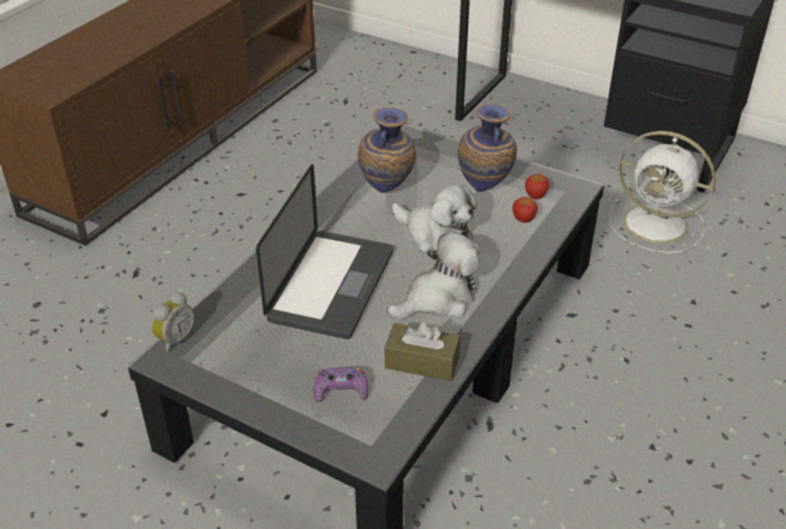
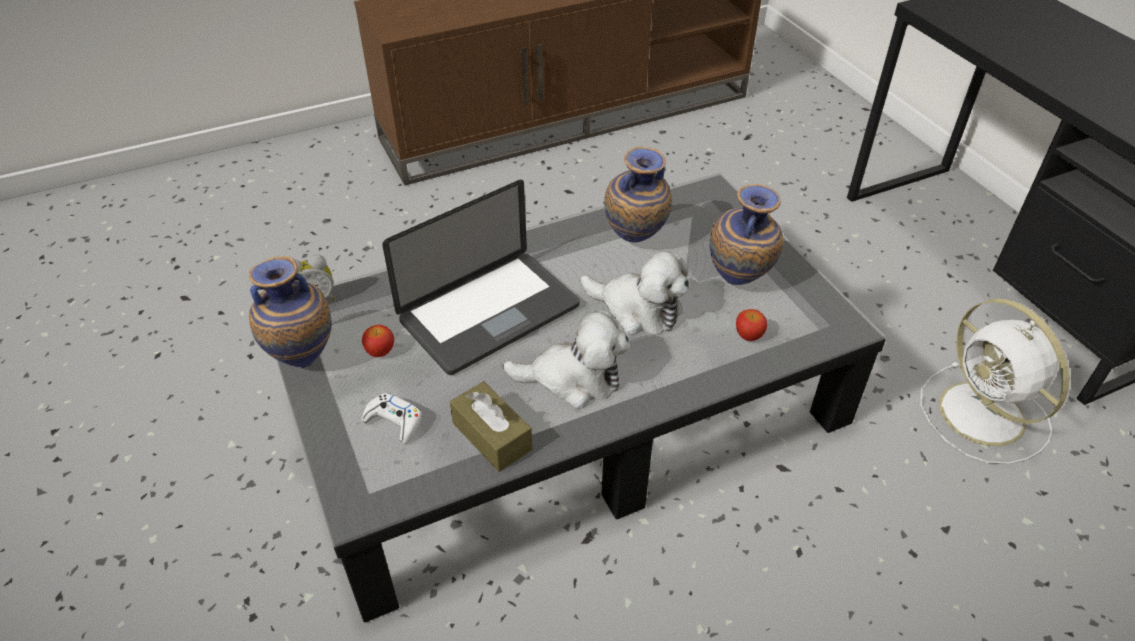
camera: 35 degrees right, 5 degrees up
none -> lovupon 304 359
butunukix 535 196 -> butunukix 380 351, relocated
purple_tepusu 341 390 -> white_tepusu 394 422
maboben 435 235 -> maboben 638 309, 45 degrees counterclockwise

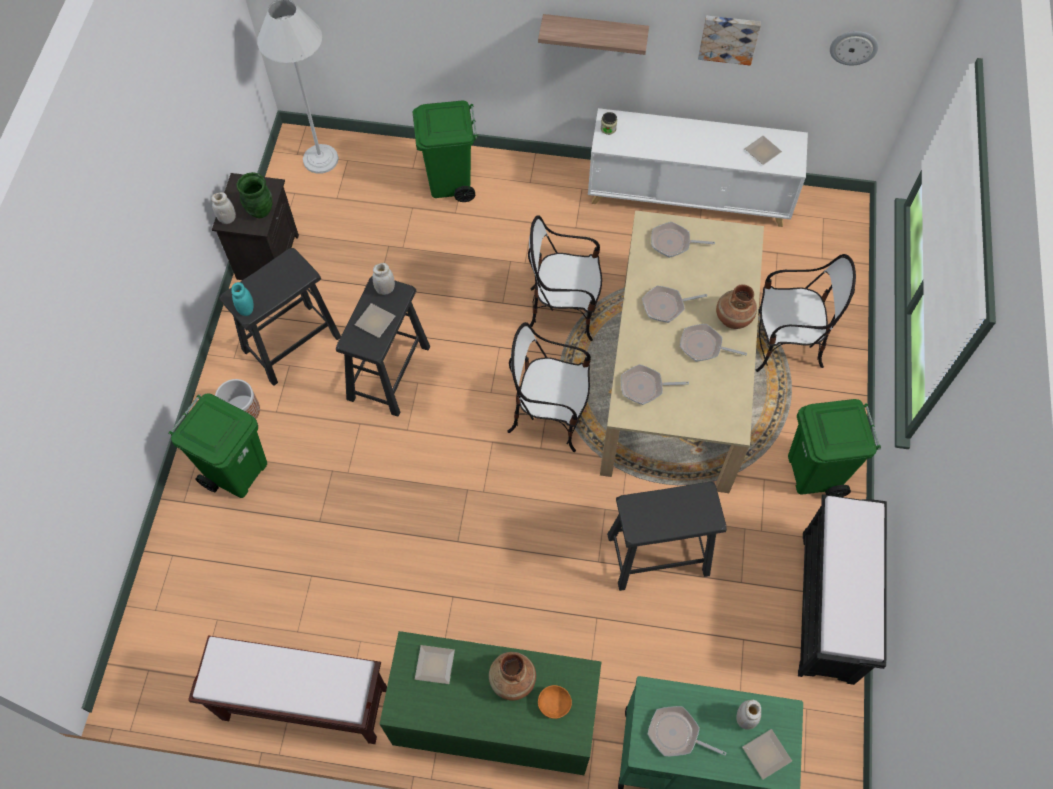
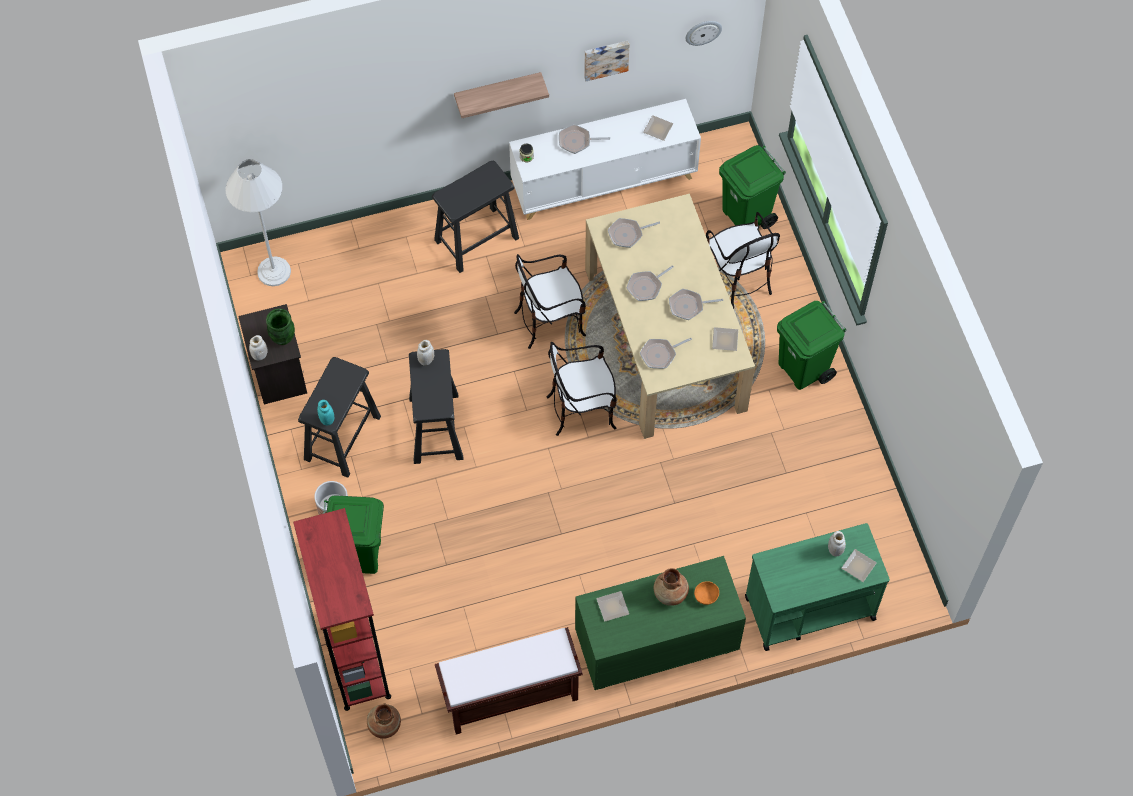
camera: 25 degrees left, 0 degrees up
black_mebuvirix 828 607 -> none
none -> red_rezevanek 355 655
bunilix 376 321 -> bunilix 726 339, relocated
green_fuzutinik 450 183 -> green_fuzutinik 747 216, relocated
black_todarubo 658 554 -> black_todarubo 477 239, relocated
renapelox 677 734 -> renapelox 577 141, relocated
brown_lovupon 733 317 -> brown_lovupon 384 726, relocated
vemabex 785 345 -> vemabex 738 277, 90 degrees clockwise

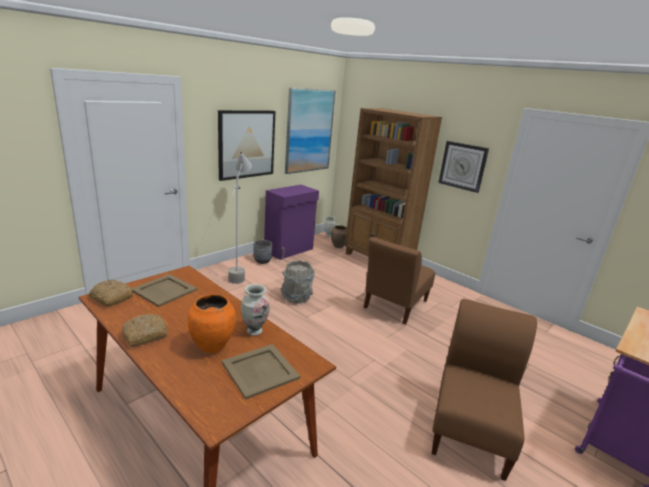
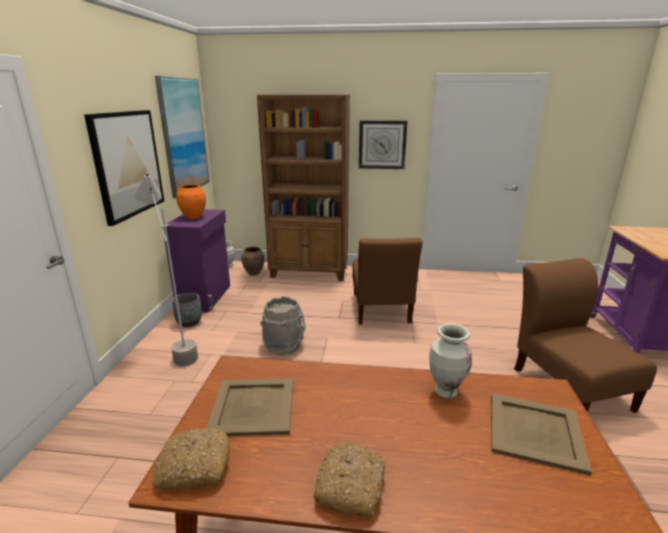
camera: 35 degrees left, 0 degrees up
orange_lovupon 211 346 -> orange_lovupon 193 217, relocated

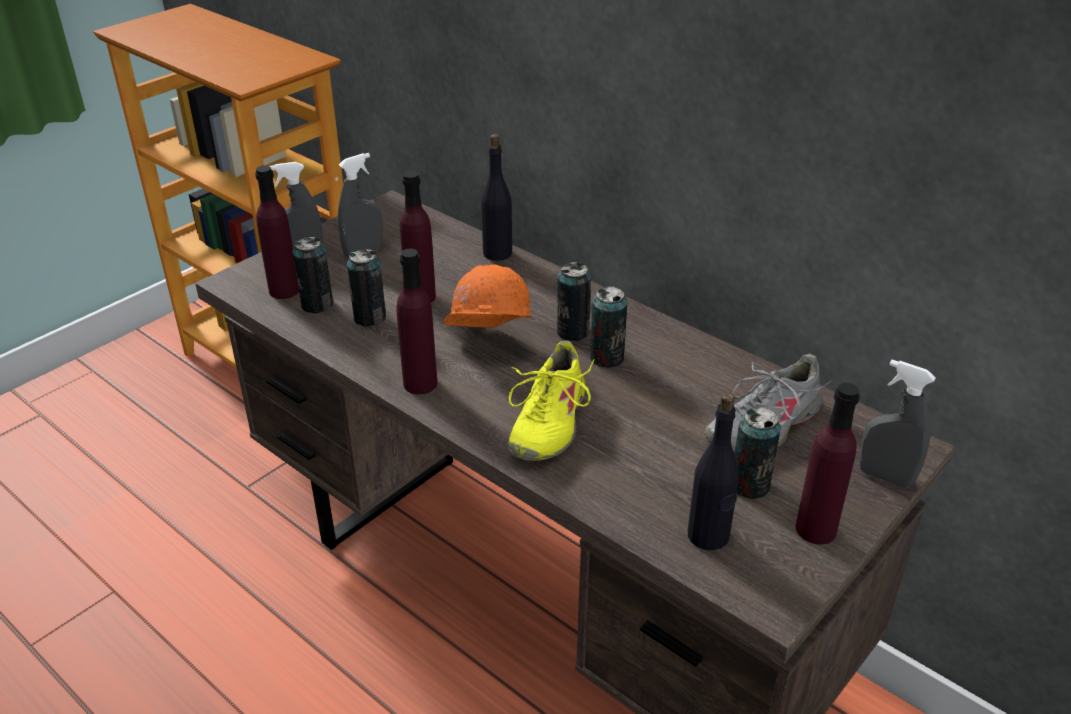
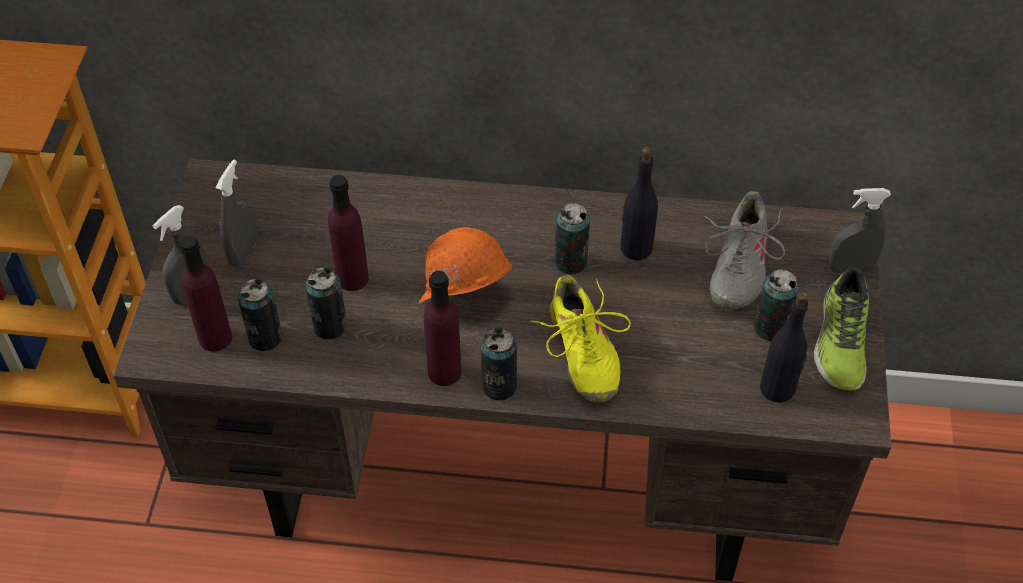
camera: 35 degrees left, 15 degrees up
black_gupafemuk 497 253 -> black_gupafemuk 635 248, relocated
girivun 573 332 -> girivun 499 386, relocated
purple_gupafemuk 815 529 -> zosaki 840 341

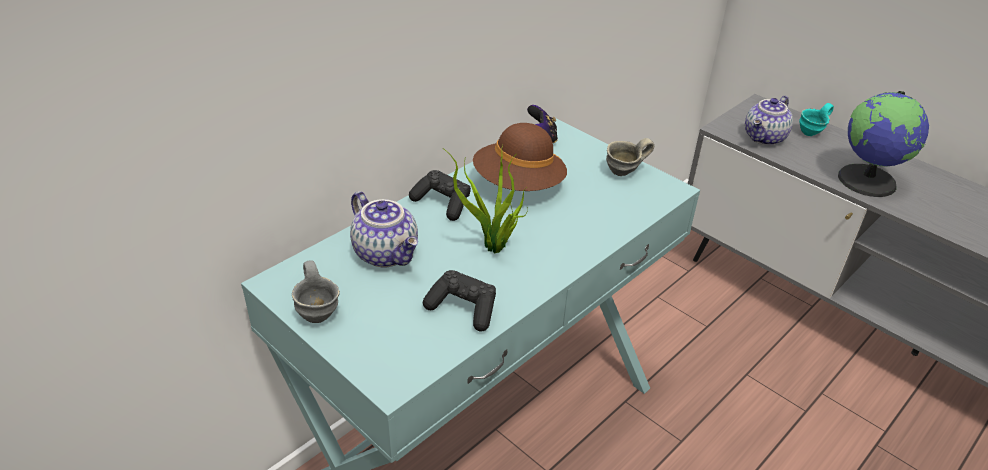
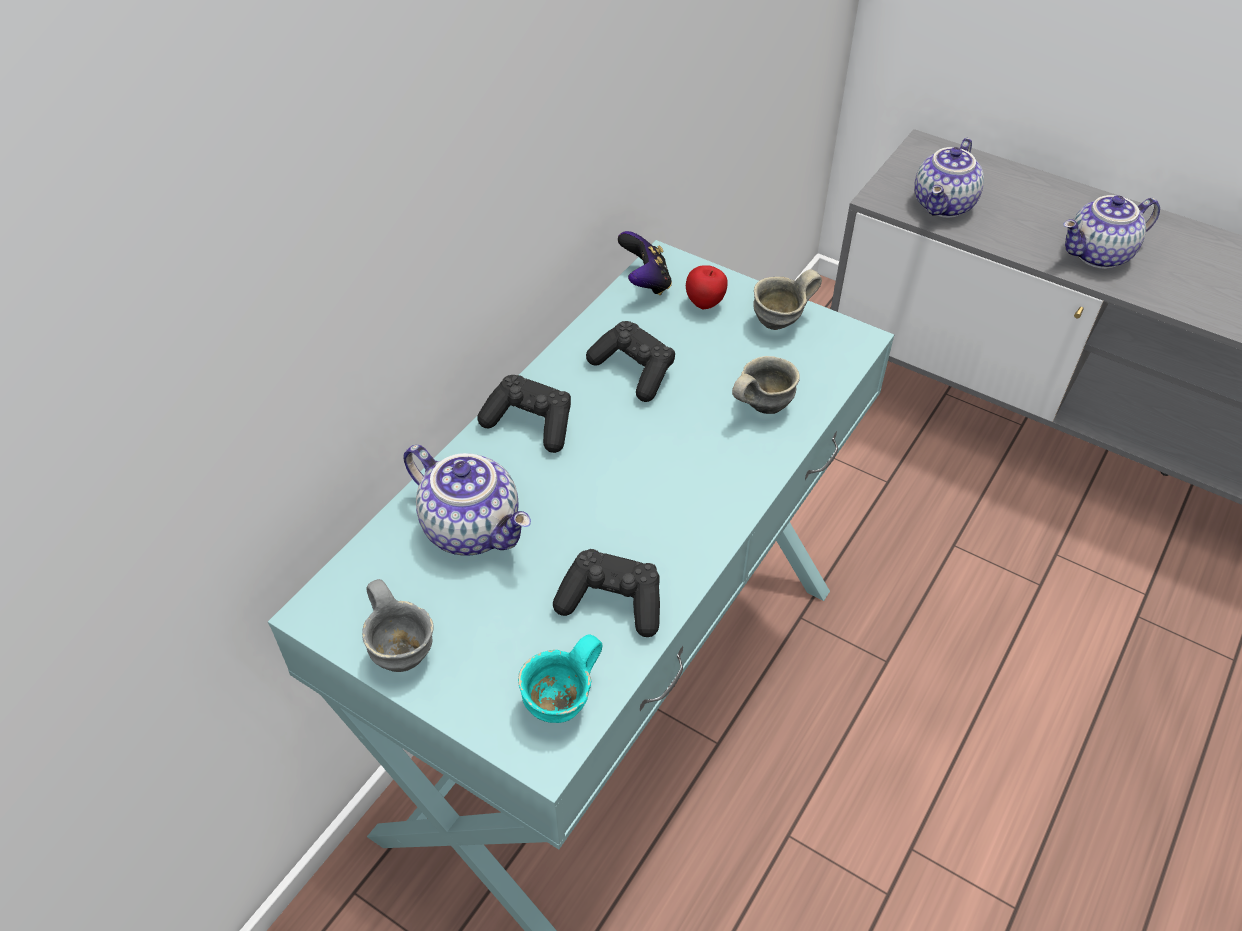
camera: 10 degrees left, 10 degrees up
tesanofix 493 248 -> none
none -> butunukix 705 304
none -> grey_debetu 760 406
turquoise_debetu 812 133 -> turquoise_debetu 564 704, relocated
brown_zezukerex 518 185 -> black_tepusu 634 371
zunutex 868 181 -> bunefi 1098 255

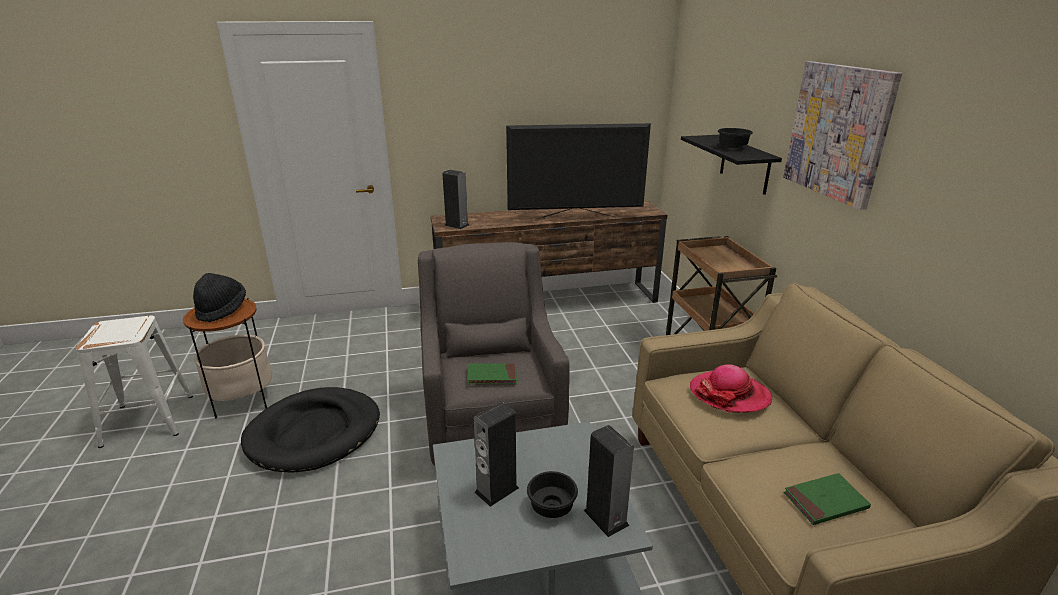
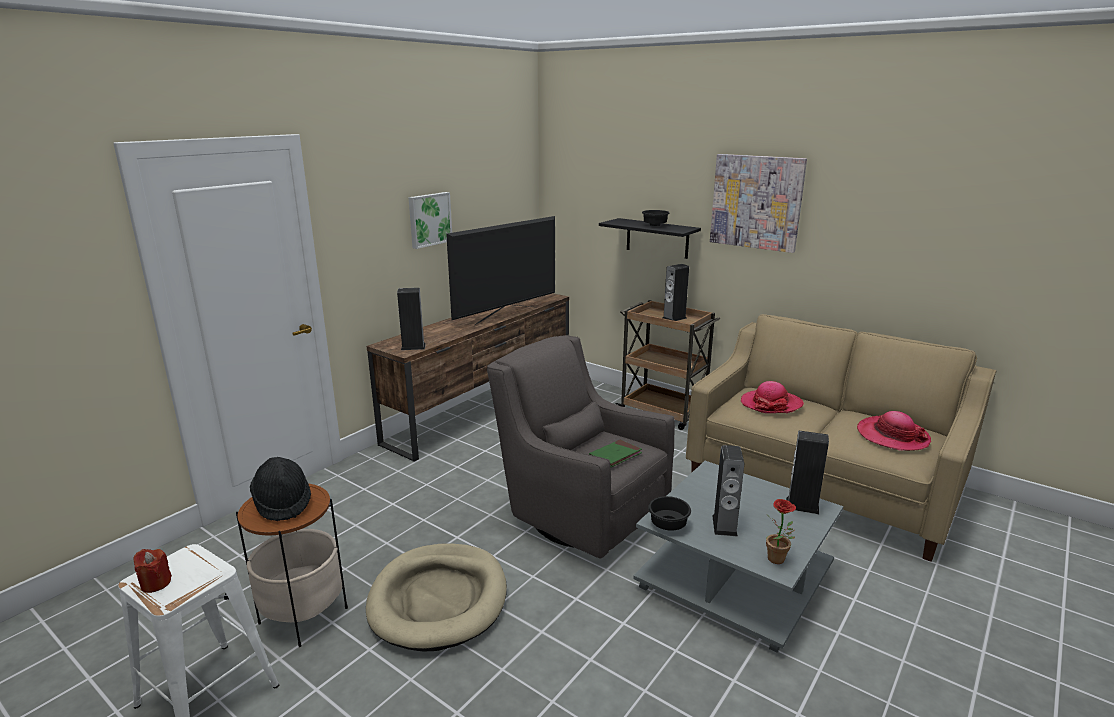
camera: 40 degrees left, 5 degrees down
none -> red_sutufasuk 156 583
none -> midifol 429 219
none -> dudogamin 674 318
none -> tesanofix 778 561
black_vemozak 553 508 -> black_vemozak 669 525, relocated
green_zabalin 825 501 -> zezukerex 892 436
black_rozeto 314 433 -> beige_rozeto 439 599

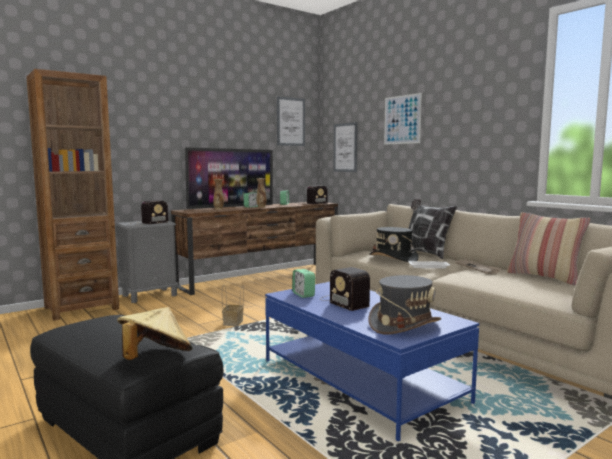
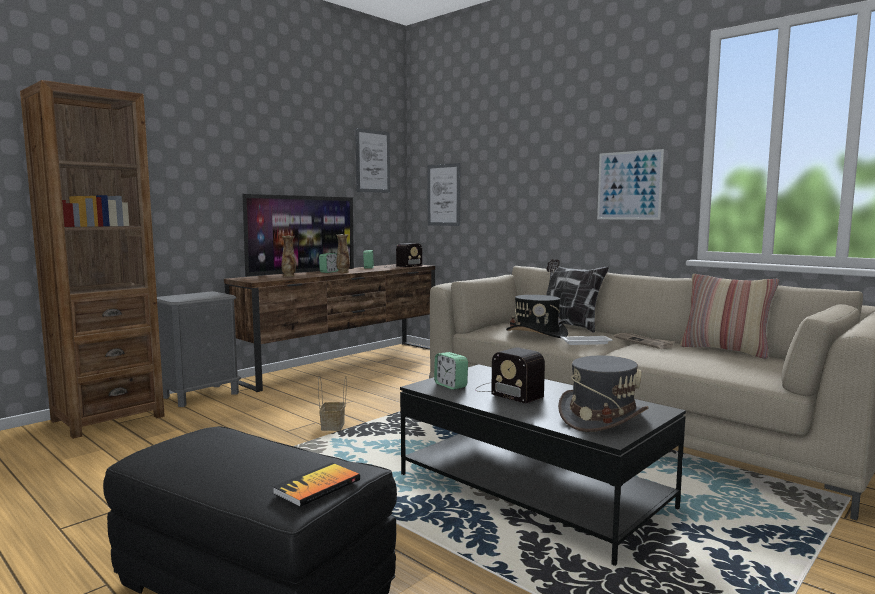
camera: 10 degrees left, 0 degrees up
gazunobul 146 223 -> none
midifol 402 119 -> midifol 629 185, relocated
beige_zezukerex 155 358 -> zabalin 317 486
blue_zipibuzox 361 381 -> black_zipibuzox 532 491

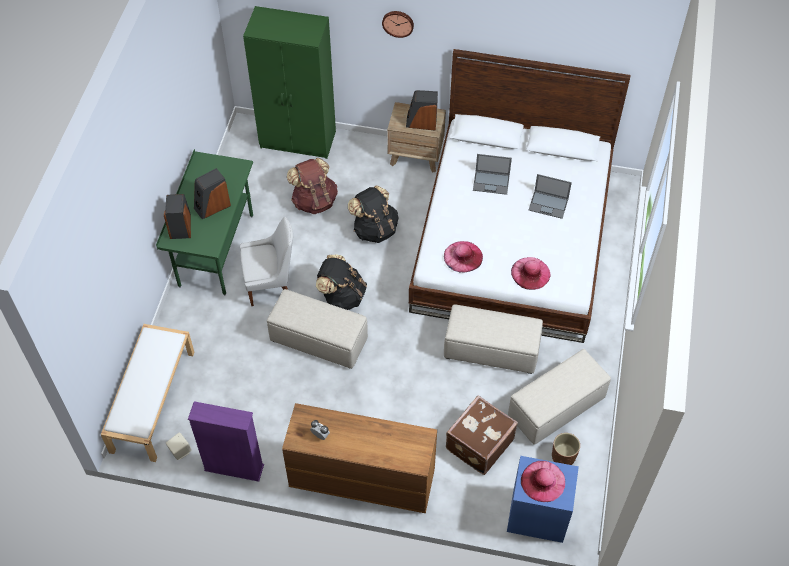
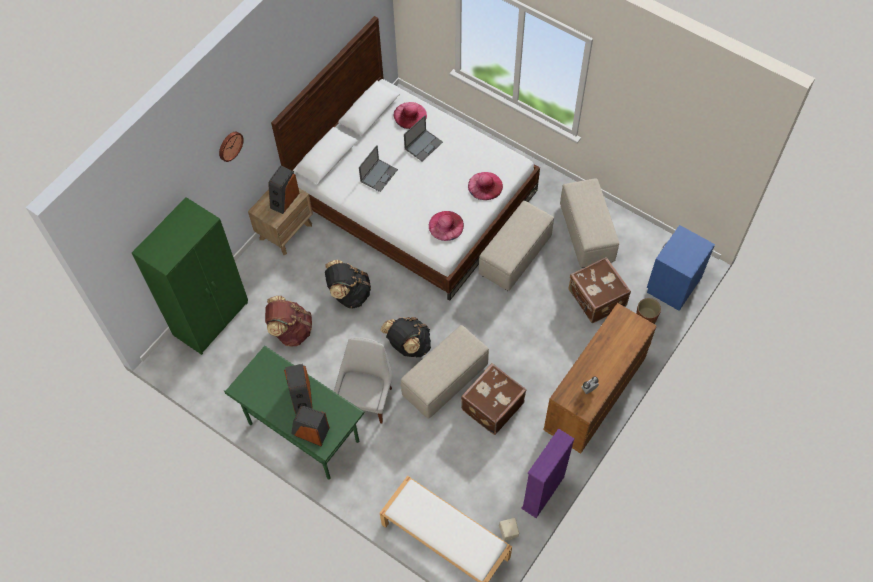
camera: 65 degrees left, 5 degrees up
none -> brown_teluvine 491 406
pink_zezukerex 543 481 -> pink_zezukerex 410 115, relocated
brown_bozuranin 563 456 -> brown_bozuranin 645 319, relocated

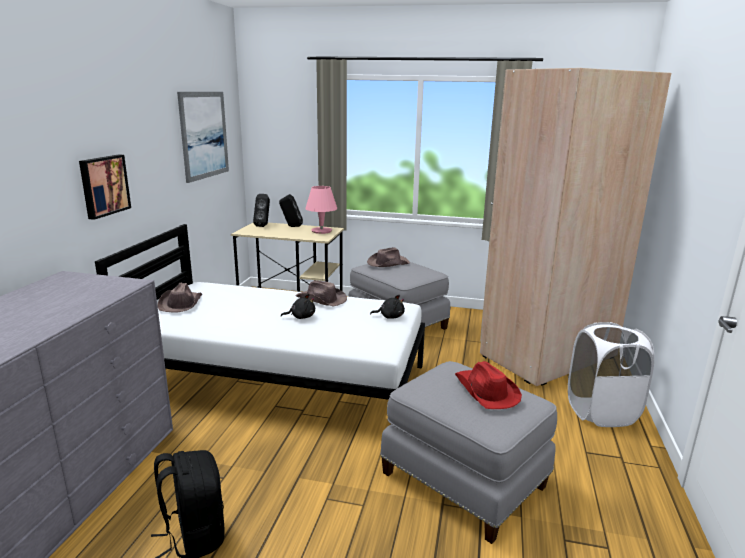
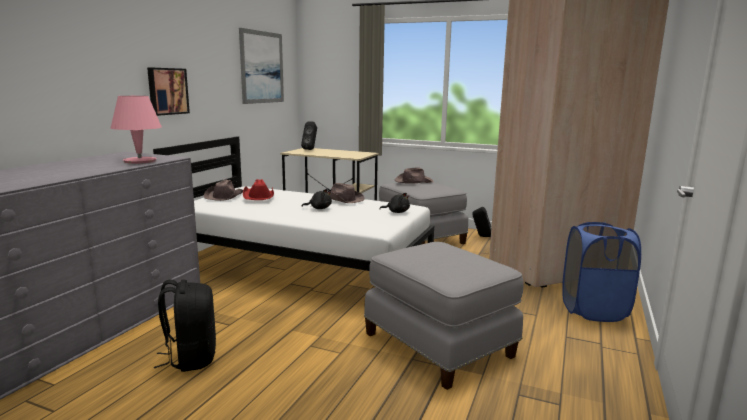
camera: 10 degrees right, 5 degrees down
black_dudogamin 291 226 -> black_dudogamin 481 236, relocated
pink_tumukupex 322 231 -> pink_tumukupex 140 161, relocated
red_zezukerex 486 391 -> red_zezukerex 259 196, relocated
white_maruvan 601 412 -> blue_maruvan 594 310

